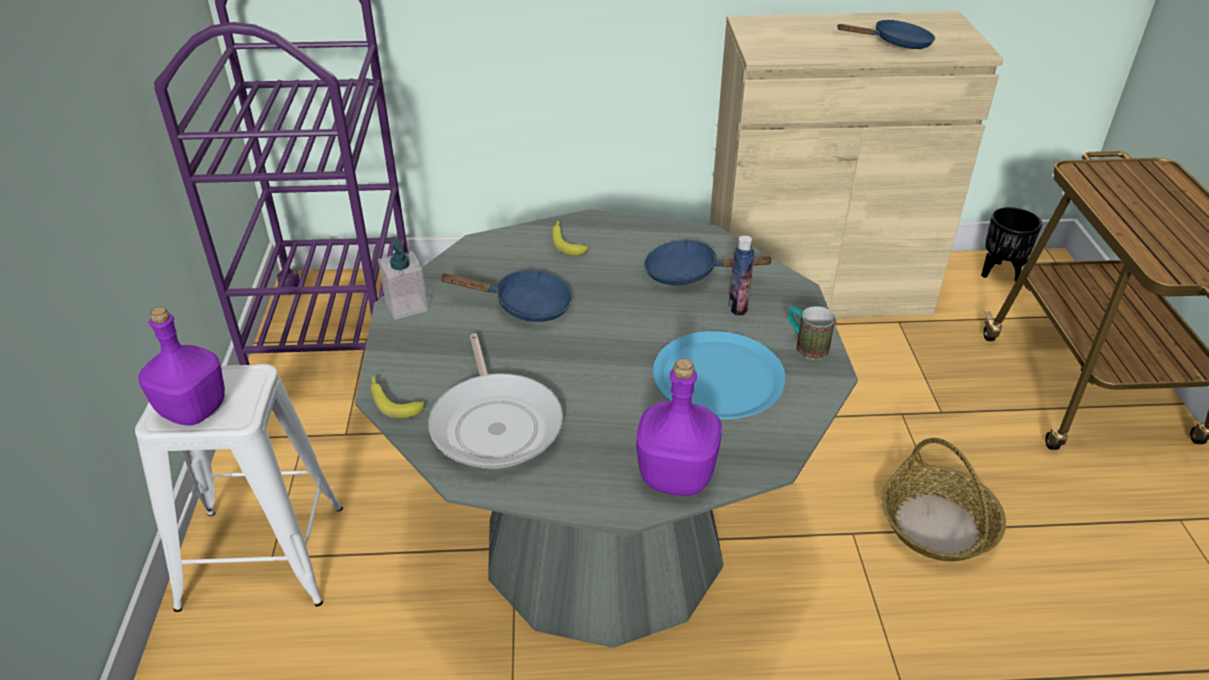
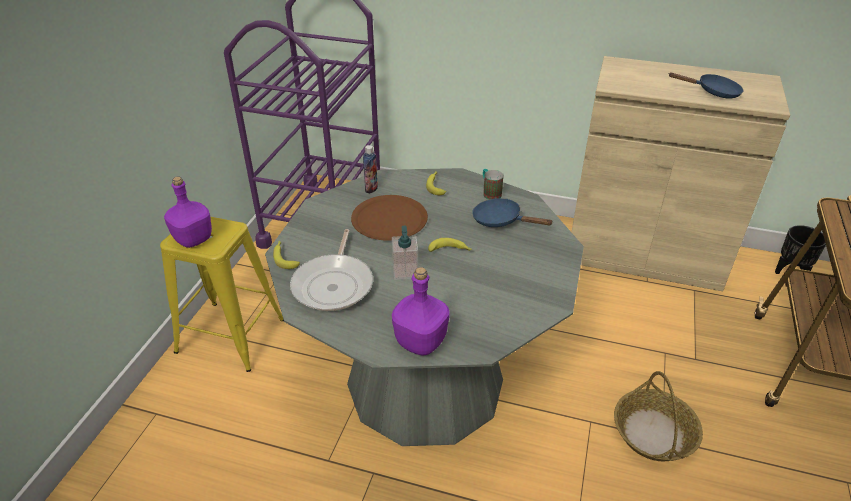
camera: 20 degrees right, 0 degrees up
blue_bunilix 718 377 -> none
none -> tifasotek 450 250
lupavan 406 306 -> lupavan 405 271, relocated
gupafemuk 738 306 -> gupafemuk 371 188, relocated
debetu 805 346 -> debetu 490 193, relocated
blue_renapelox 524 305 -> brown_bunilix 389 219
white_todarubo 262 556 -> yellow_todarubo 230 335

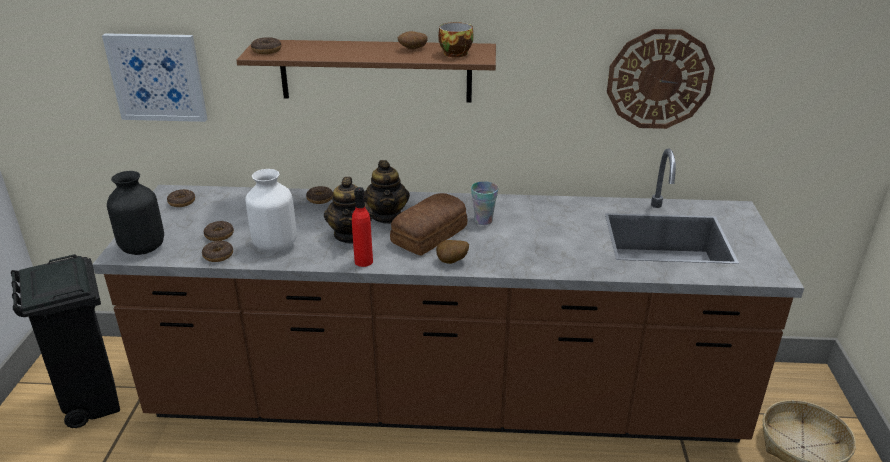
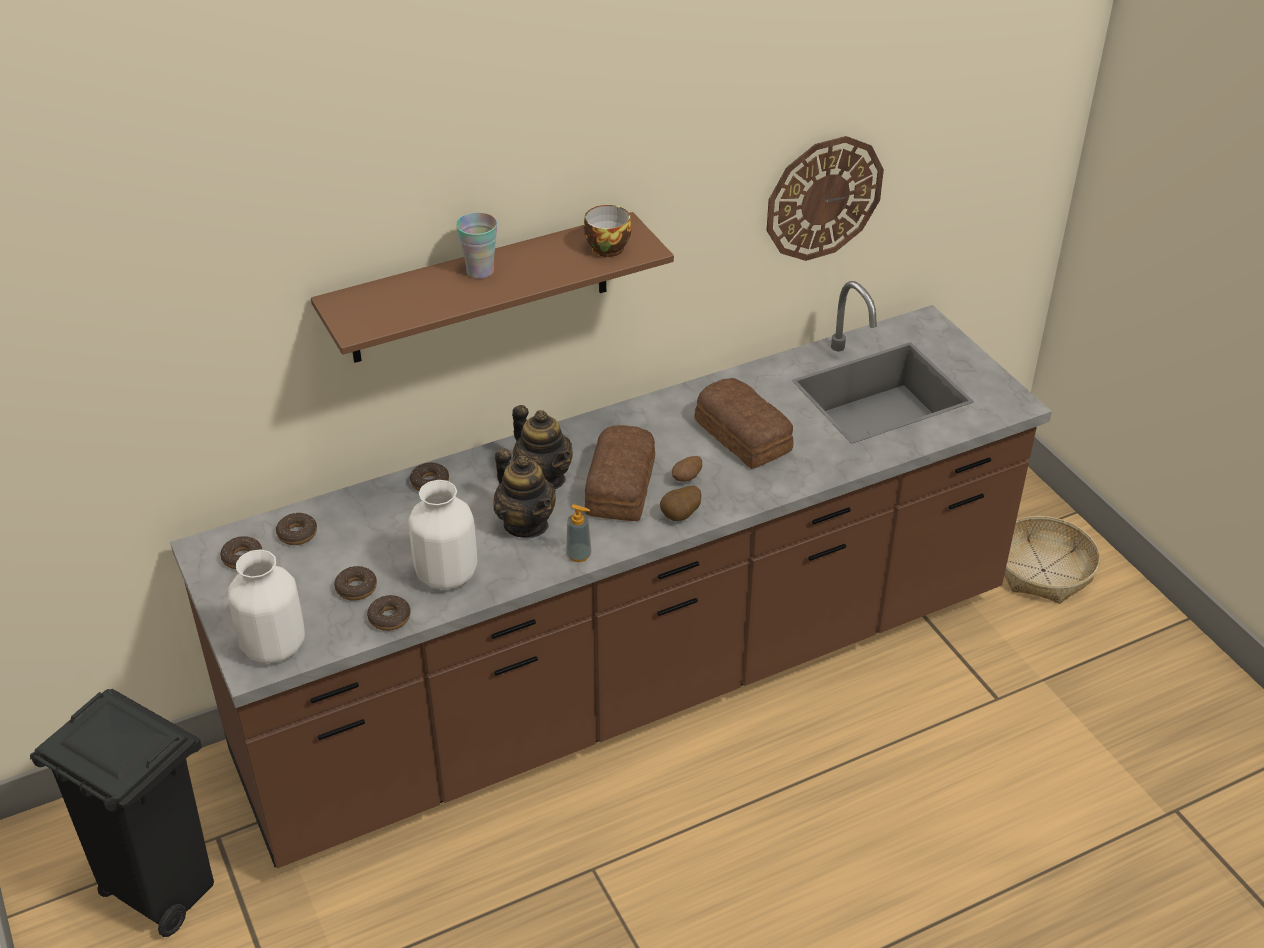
camera: 30 degrees left, 10 degrees up
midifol 157 77 -> none
none -> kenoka 743 434
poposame 266 50 -> poposame 297 534, relocated
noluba 412 49 -> noluba 687 478, relocated
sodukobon 483 220 -> sodukobon 480 271, relocated
red_gupafemuk 363 261 -> lupavan 579 555
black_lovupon 143 247 -> white_lovupon 273 646

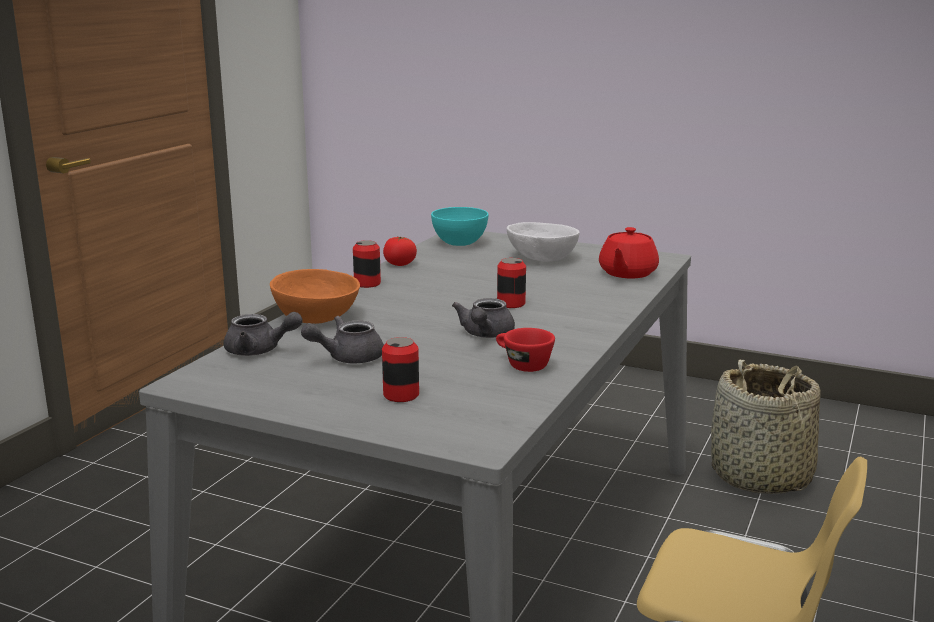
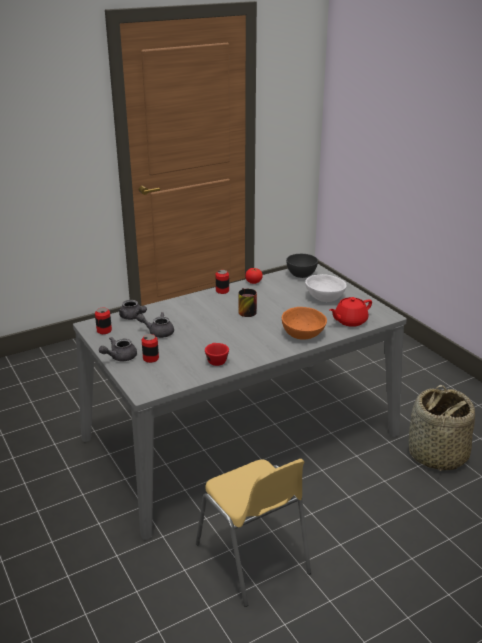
camera: 35 degrees right, 10 degrees up
none -> debetu 244 311
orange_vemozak 314 317 -> orange_vemozak 302 334, relocated
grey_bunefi 485 335 -> grey_bunefi 119 357, relocated
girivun 511 304 -> girivun 104 330, relocated
turquoise_vemozak 459 243 -> grey_vemozak 301 275

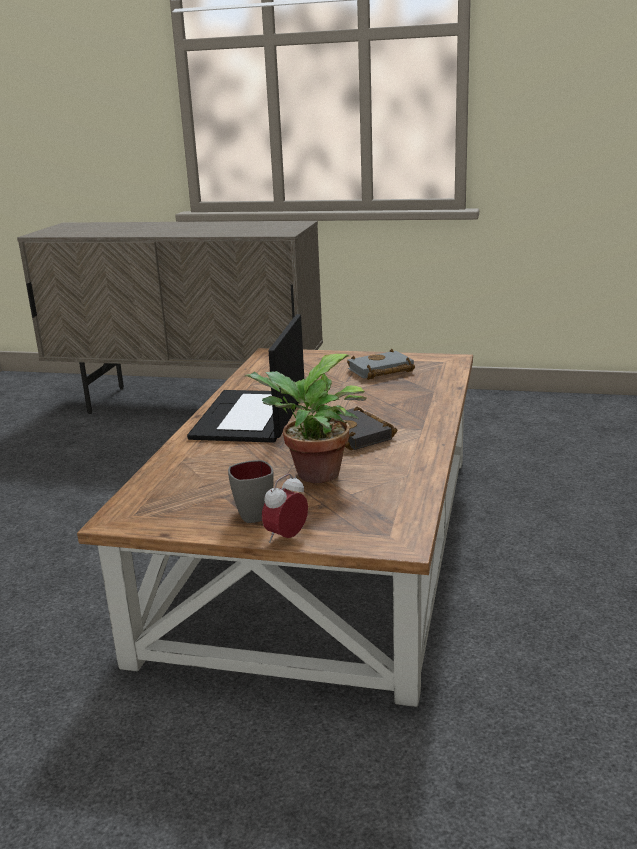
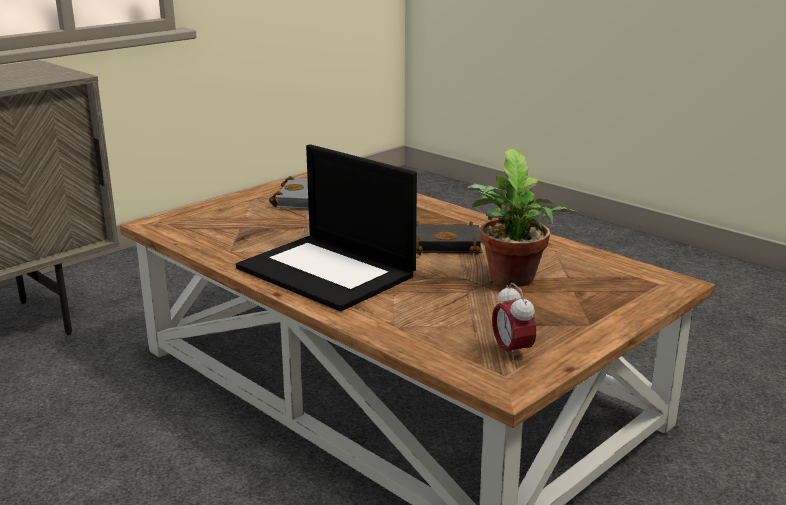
camera: 60 degrees left, 0 degrees up
grey_debetu 252 513 -> none
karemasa 286 537 -> karemasa 512 352, relocated

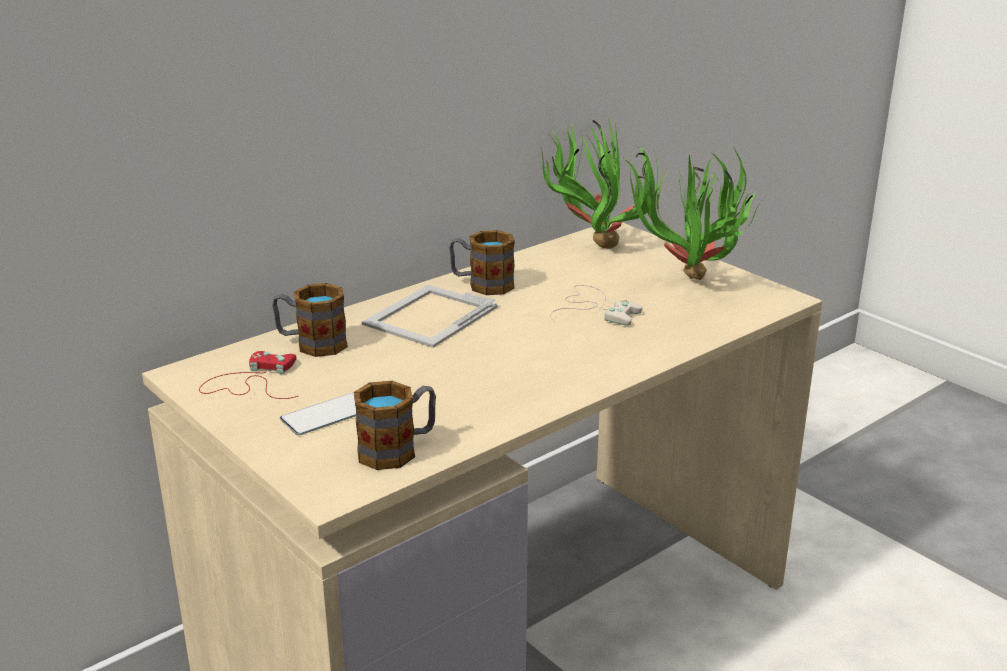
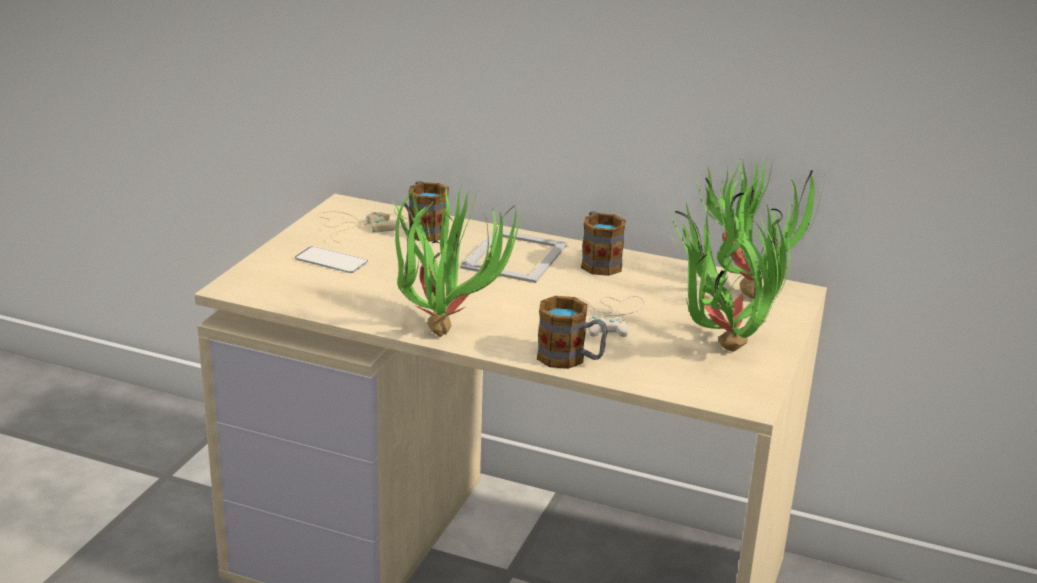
camera: 60 degrees right, 0 degrees up
none -> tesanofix 444 325
debetu 398 449 -> debetu 570 359, relocated
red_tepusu 252 382 -> beige_tepusu 352 226
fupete 428 316 -> fupete 516 256, 105 degrees clockwise

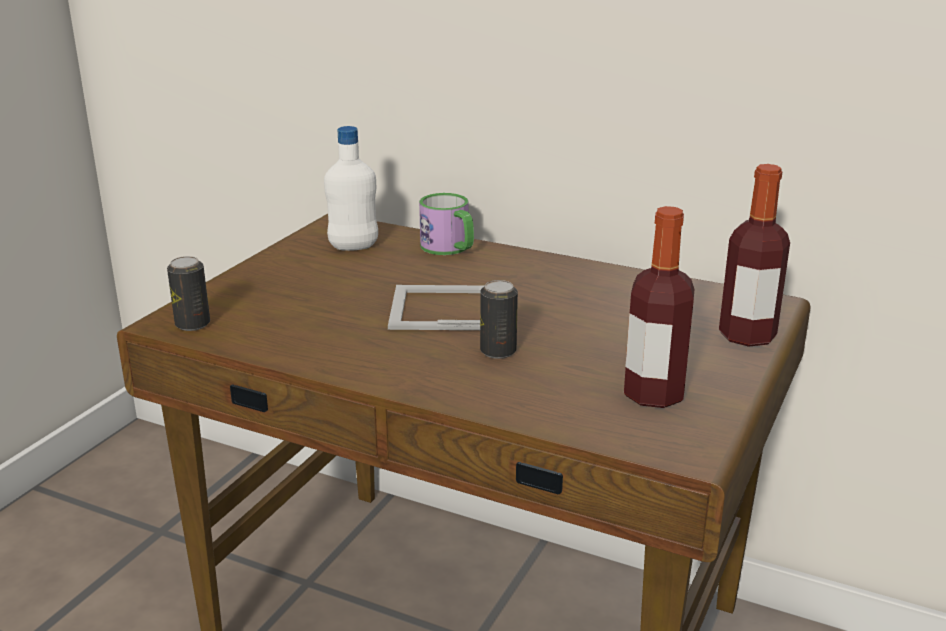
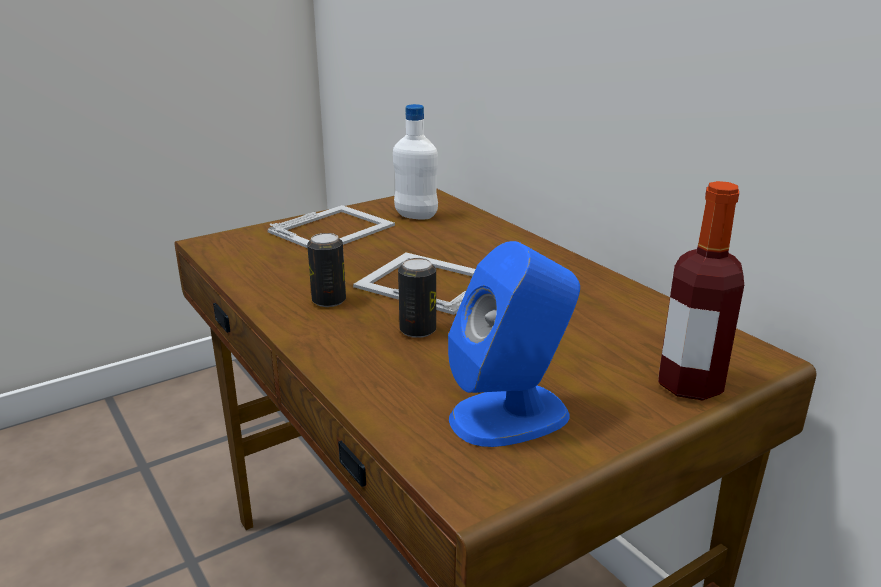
camera: 30 degrees right, 0 degrees up
debetu 450 248 -> none
none -> fupete 333 228
girivun 192 324 -> girivun 329 300, relocated
gupafemuk 653 395 -> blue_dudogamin 511 415

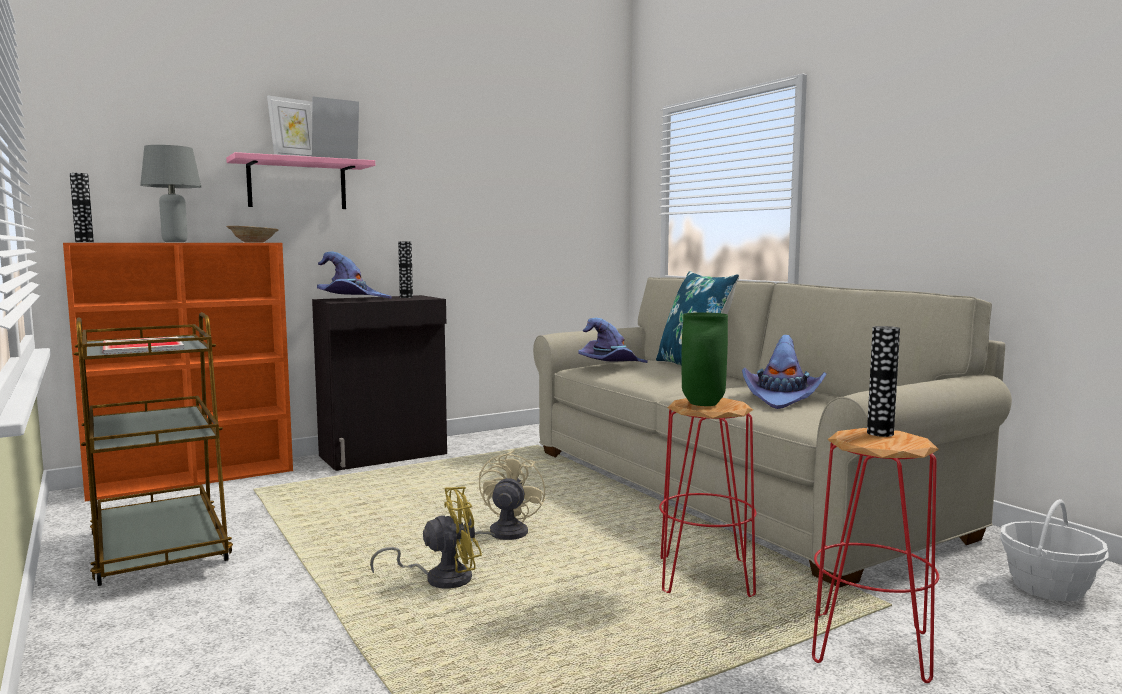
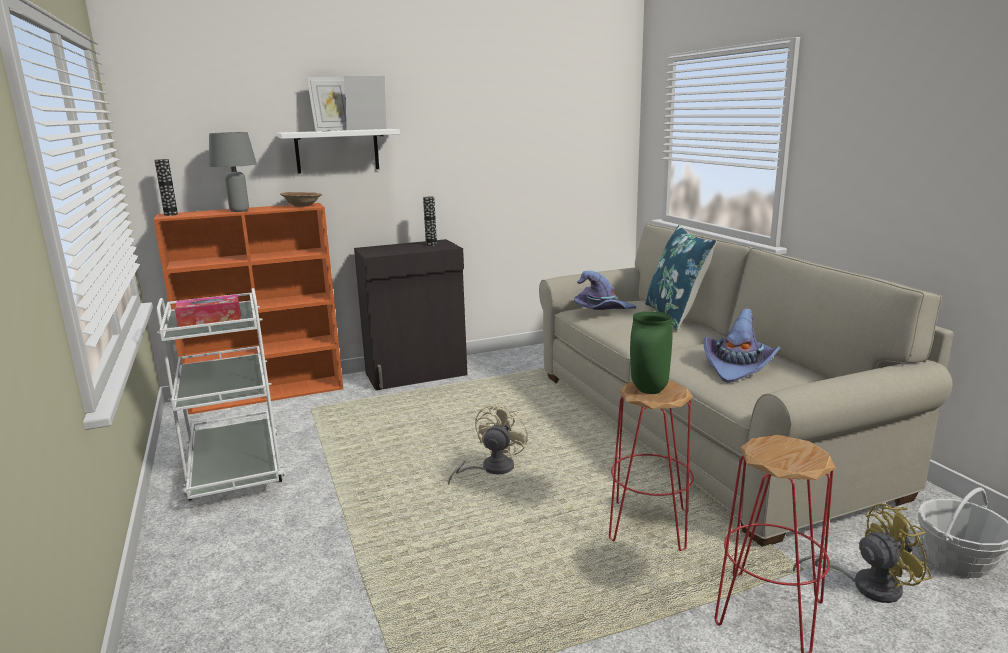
camera: 10 degrees right, 10 degrees up
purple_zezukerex 351 299 -> none
lovupon 880 433 -> none
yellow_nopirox 440 579 -> yellow_nopirox 866 585, relocated
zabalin 145 345 -> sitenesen 210 320
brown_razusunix 160 551 -> white_razusunix 235 469
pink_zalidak 297 184 -> white_zalidak 337 151

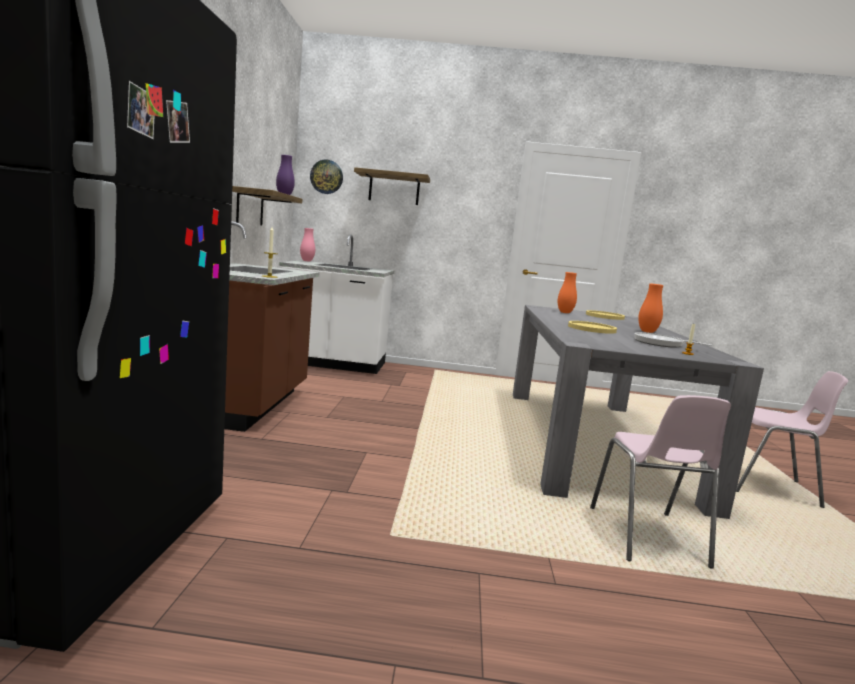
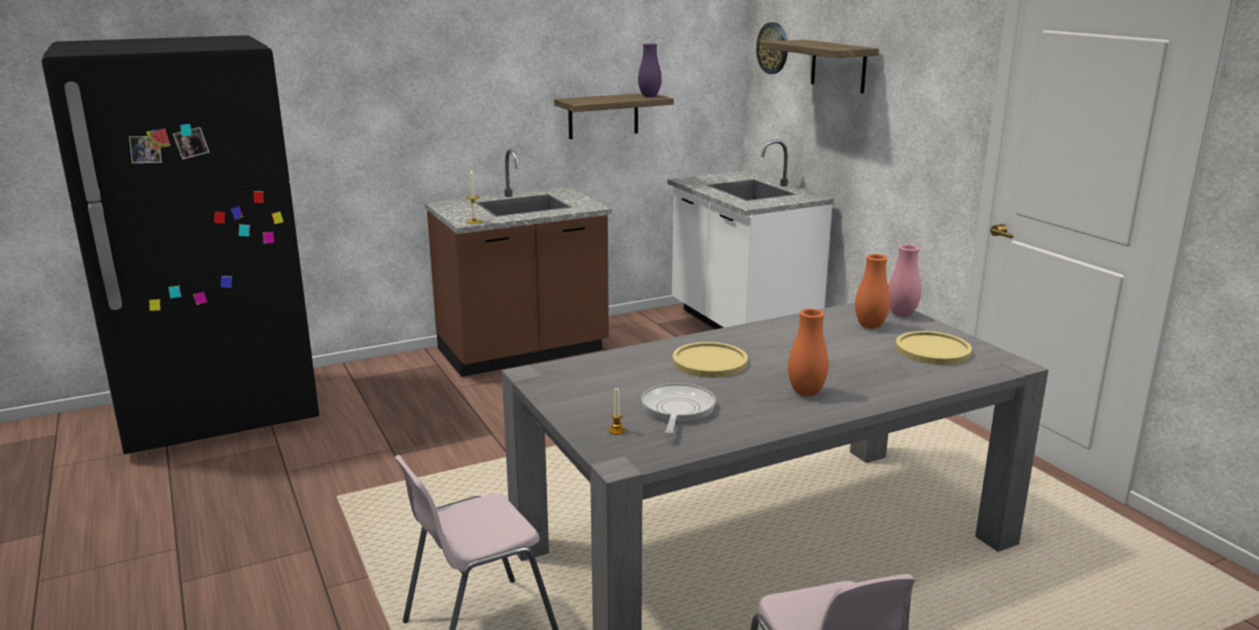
camera: 60 degrees right, 10 degrees up
pink_lovupon 307 261 -> pink_lovupon 901 315, relocated

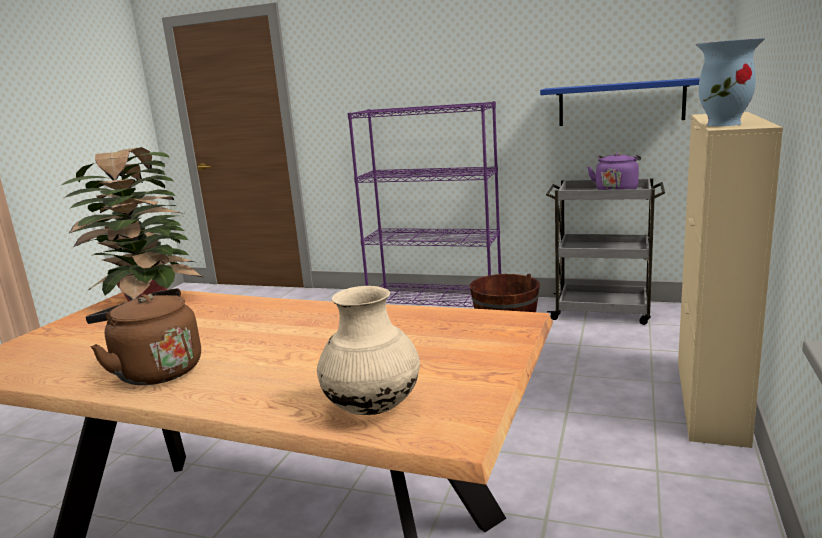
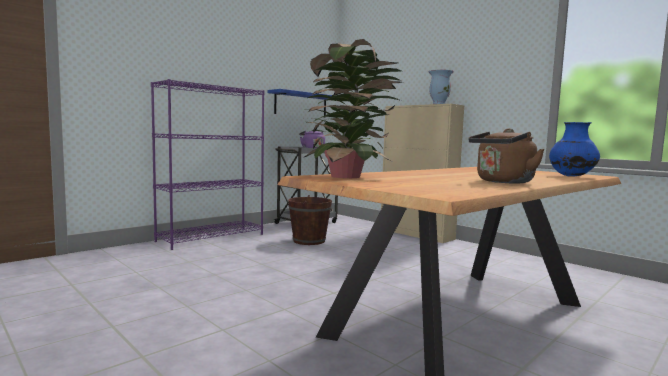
camera: 65 degrees left, 10 degrees down
beige_lovupon 373 408 -> blue_lovupon 571 176

